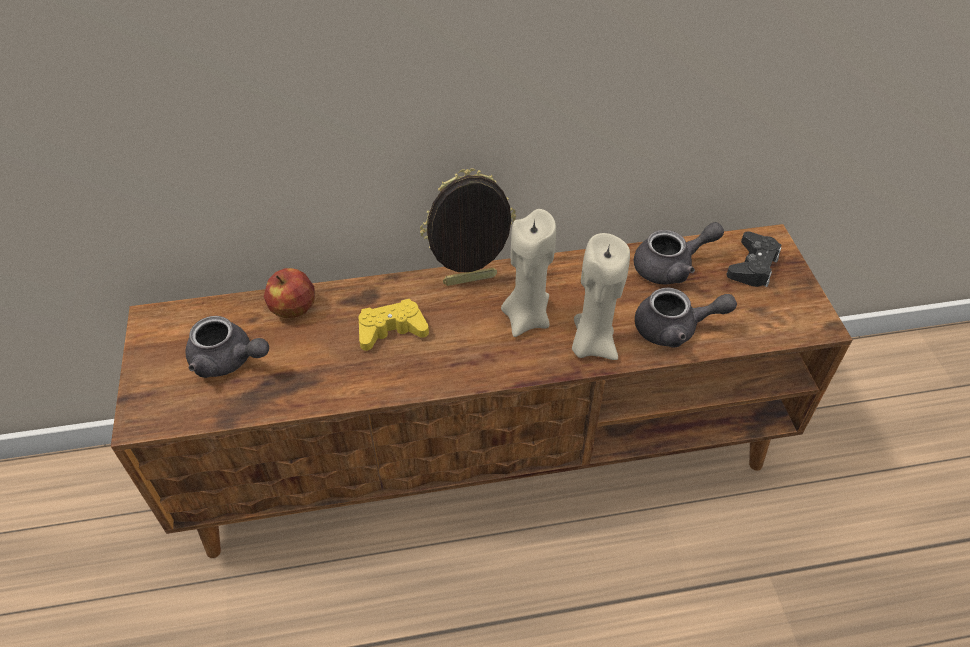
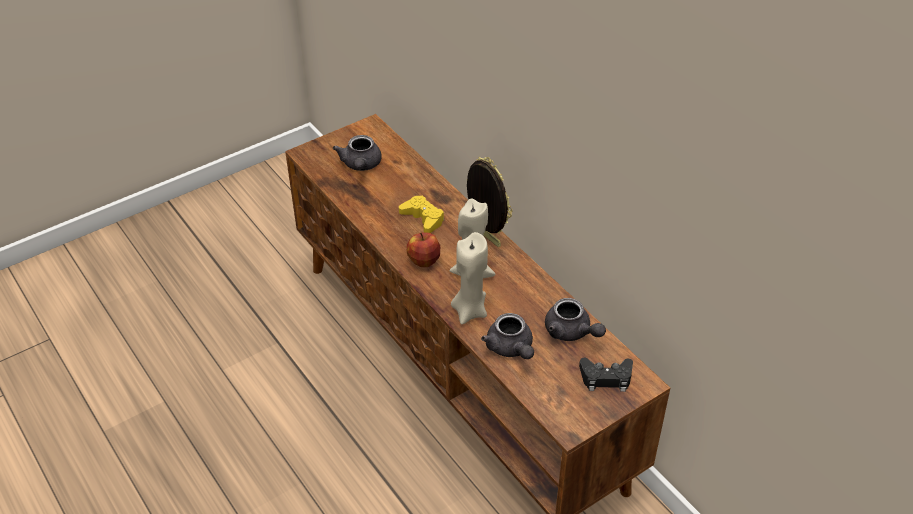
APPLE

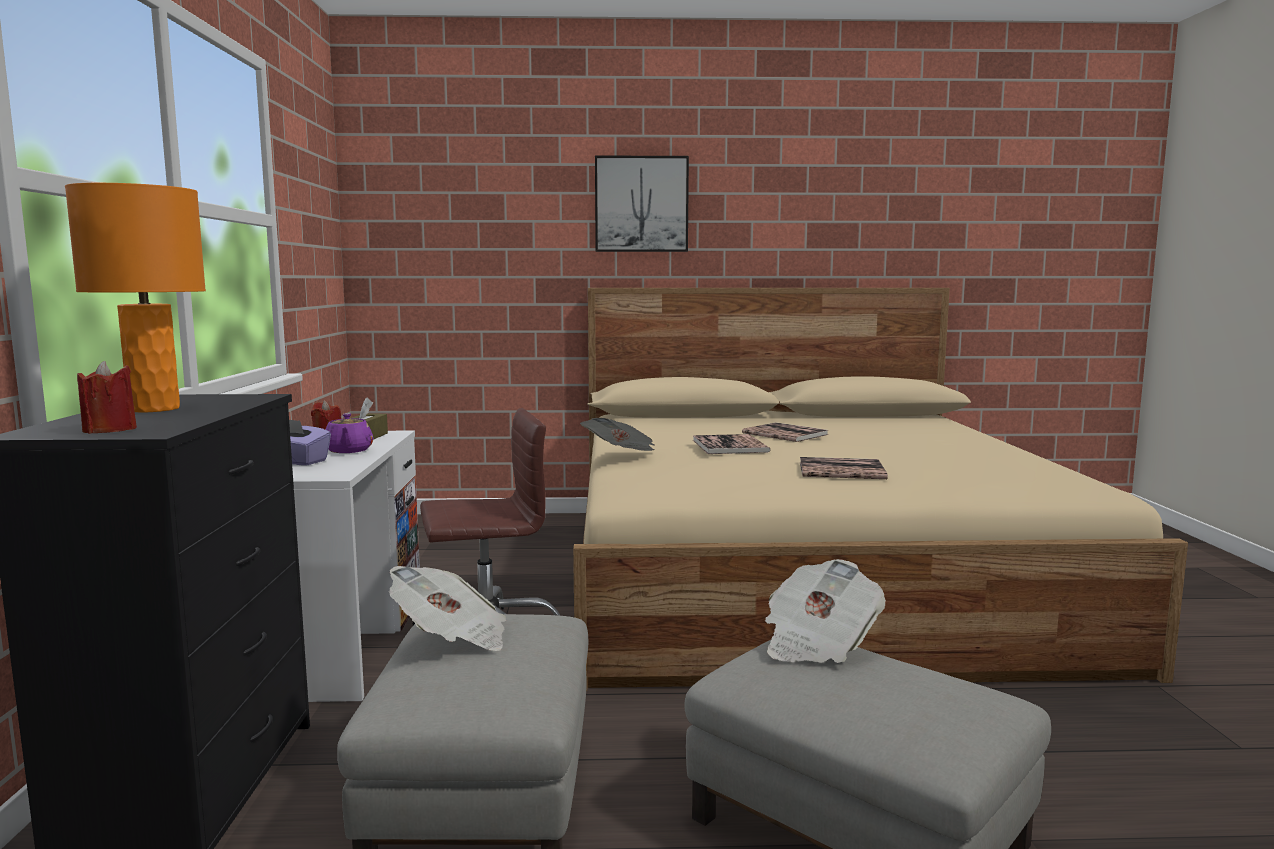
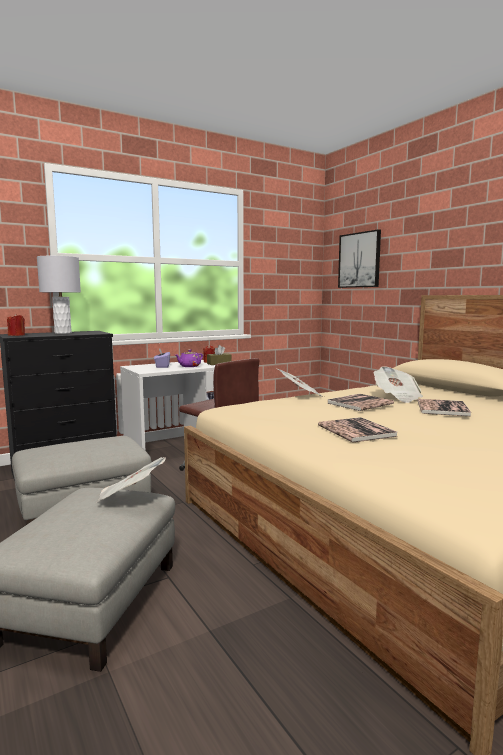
GREY TABLE LAMP
PICTURE
NEWSPAPER (no. 3 from left)

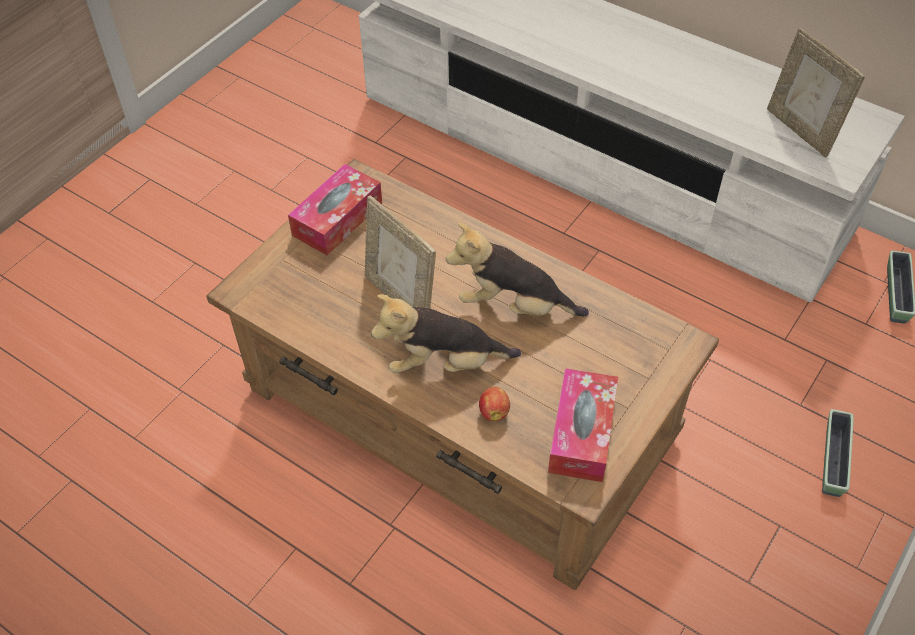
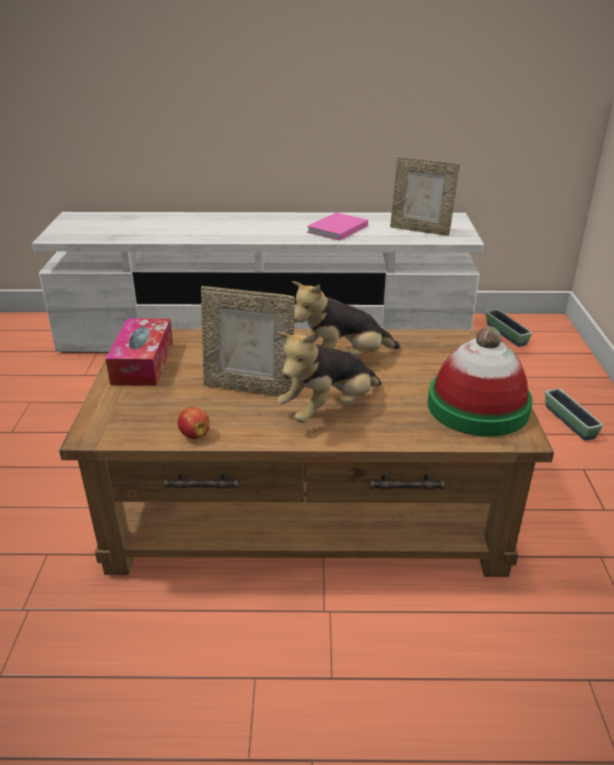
APPLE
PINK BOOK
HAT

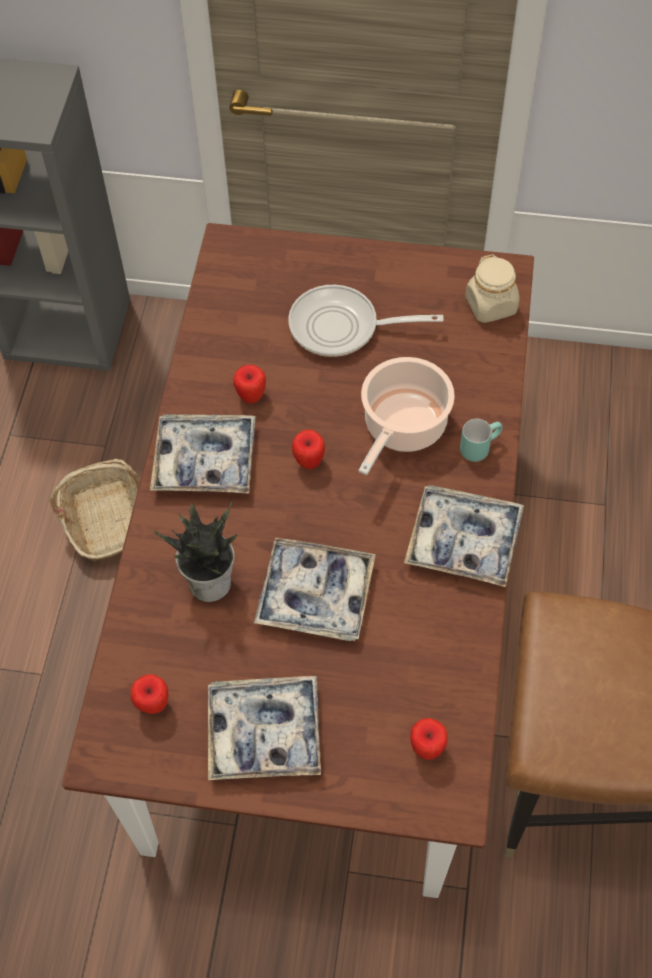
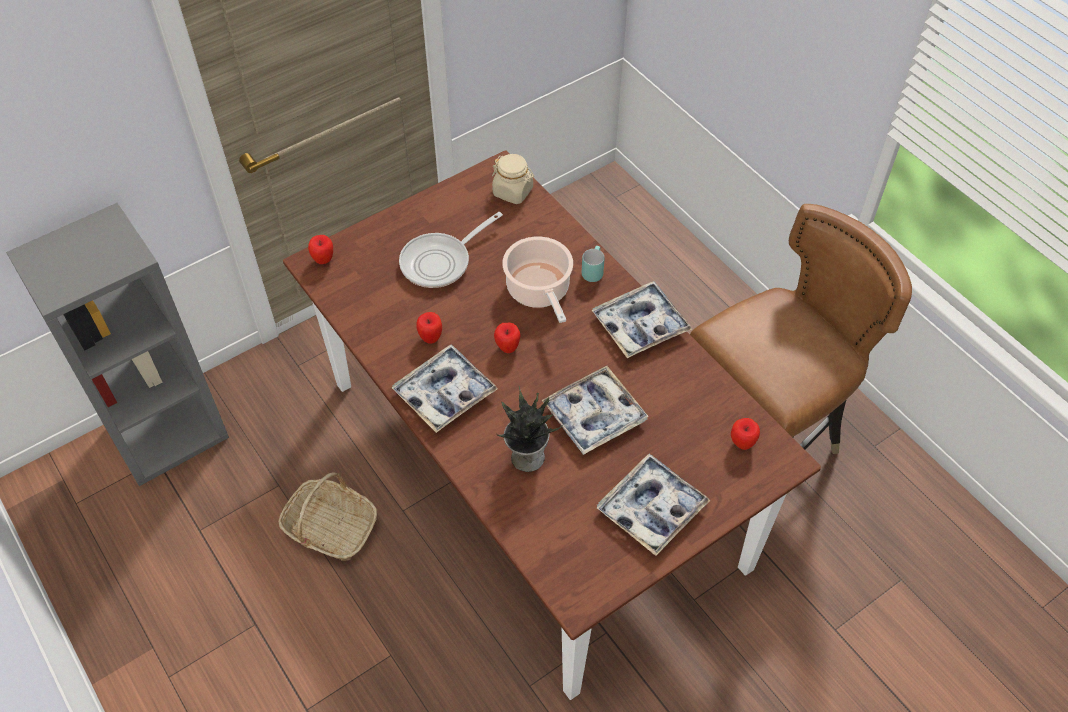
APPLE (no. 1 from left)

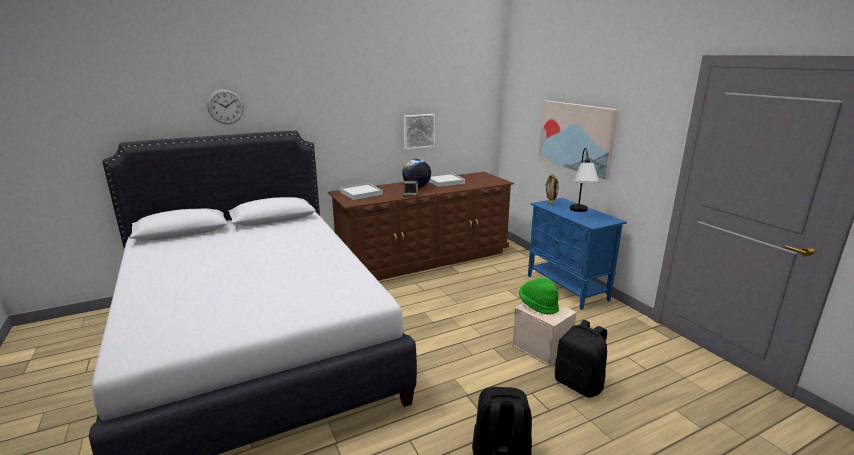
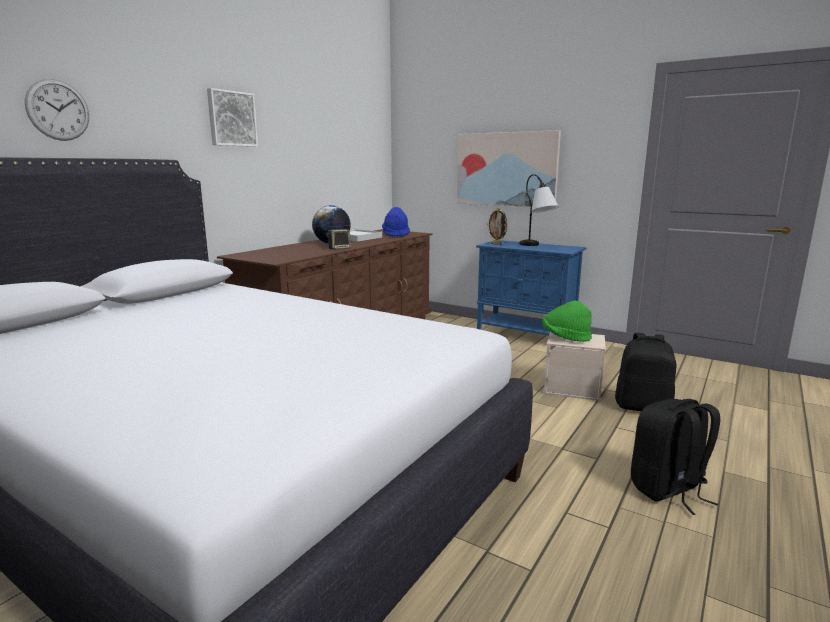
PICTURE (no. 1 from left)
BLUE HAT
WHITE TRAY (no. 1 from left in the first image)

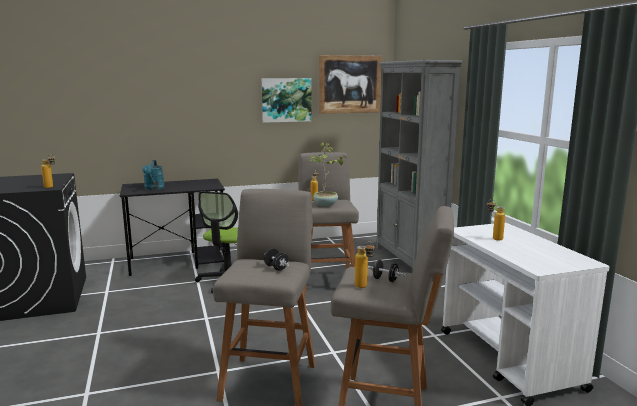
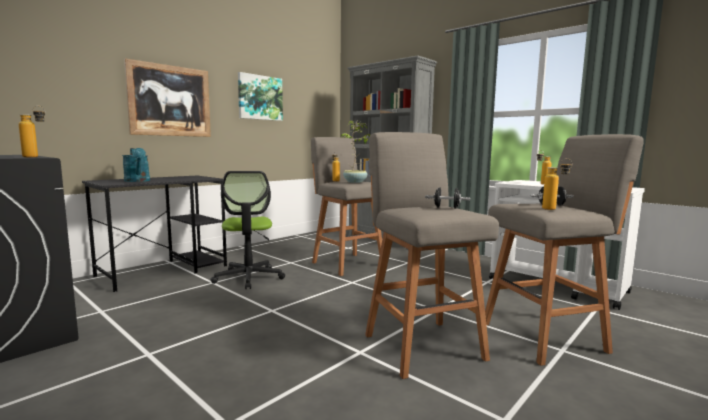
PICTURE (no. 1 from left)

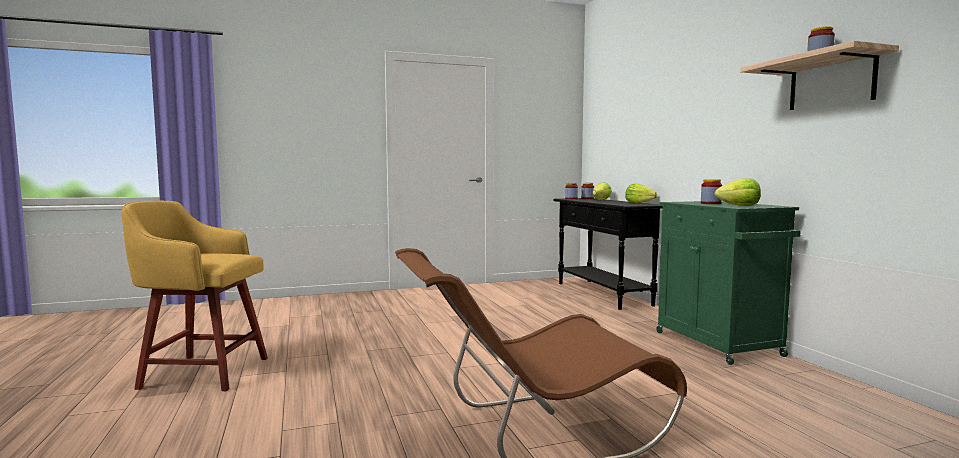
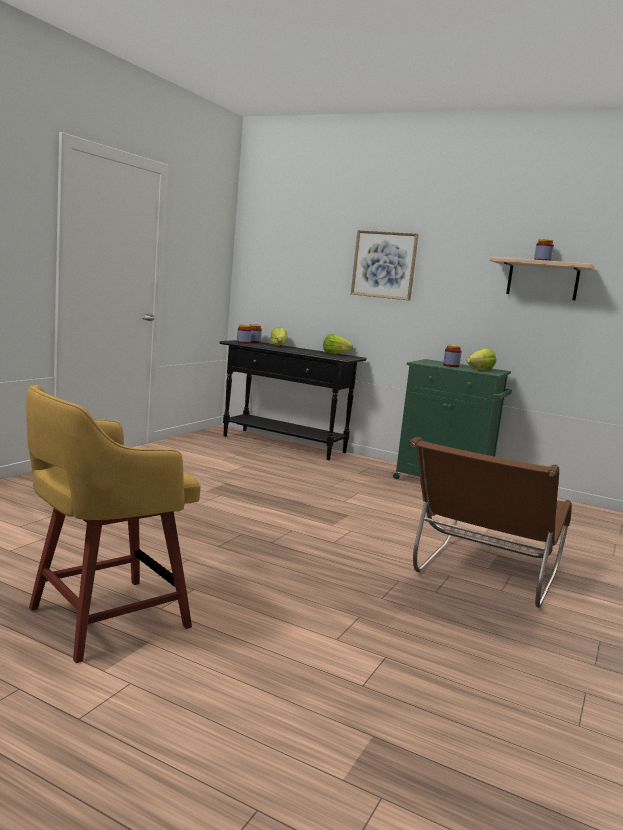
PICTURE

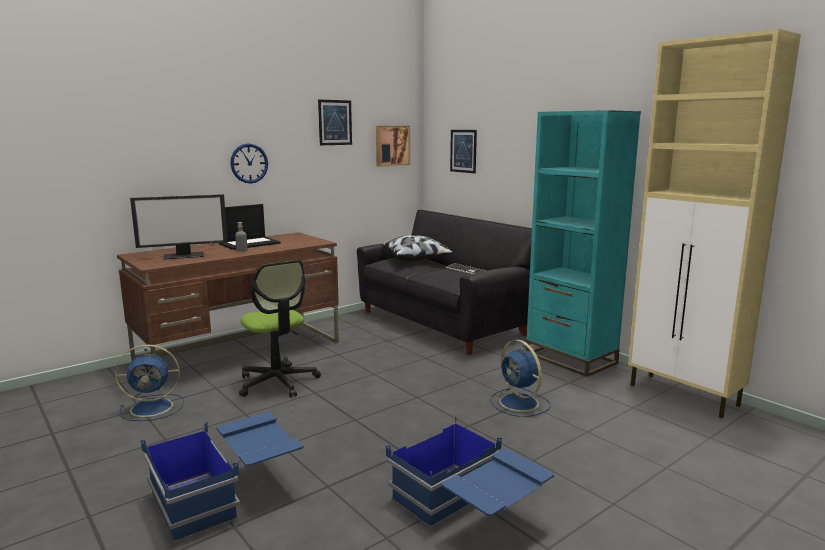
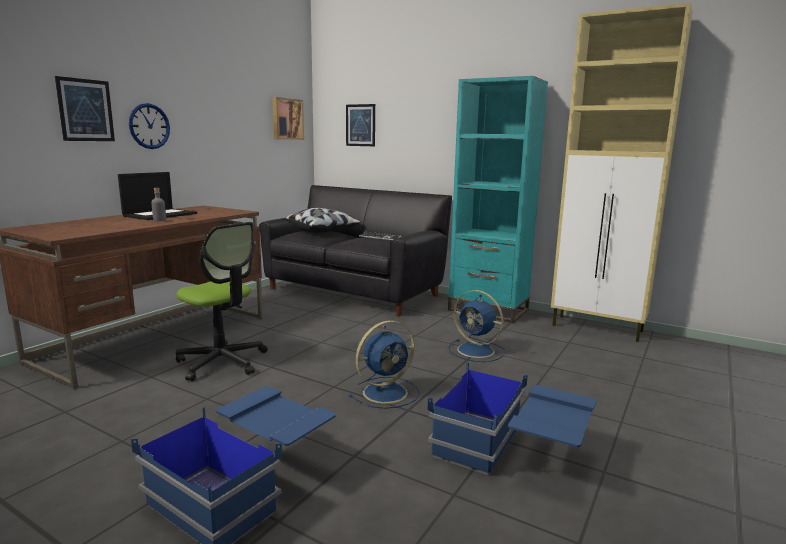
PICTURE (no. 1 from left)
BLUE FAN (no. 1 from left)
MONITOR

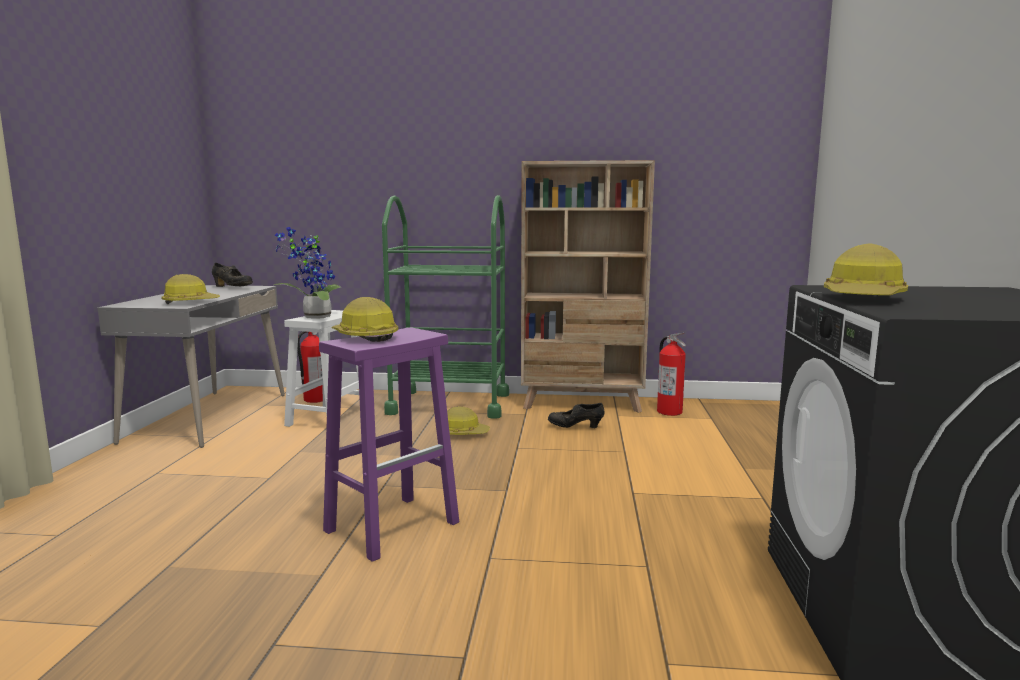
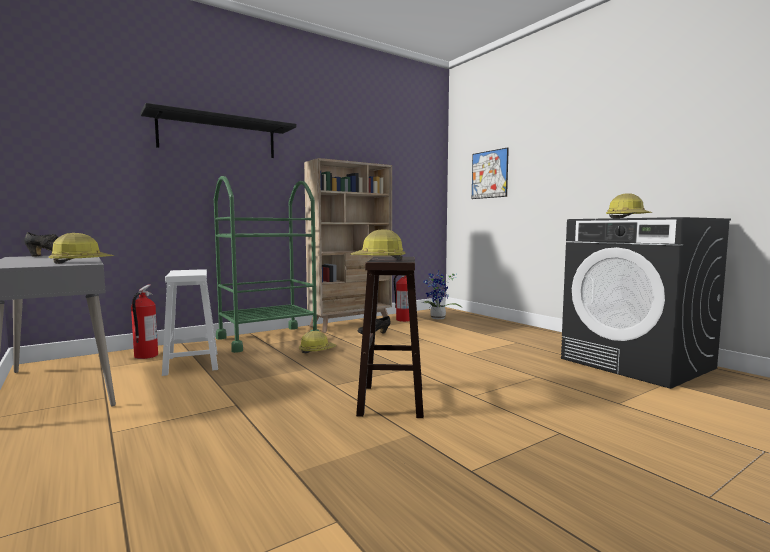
BLACK SHELF
BROWN STOOL
POTTED PLANT
PICTURE

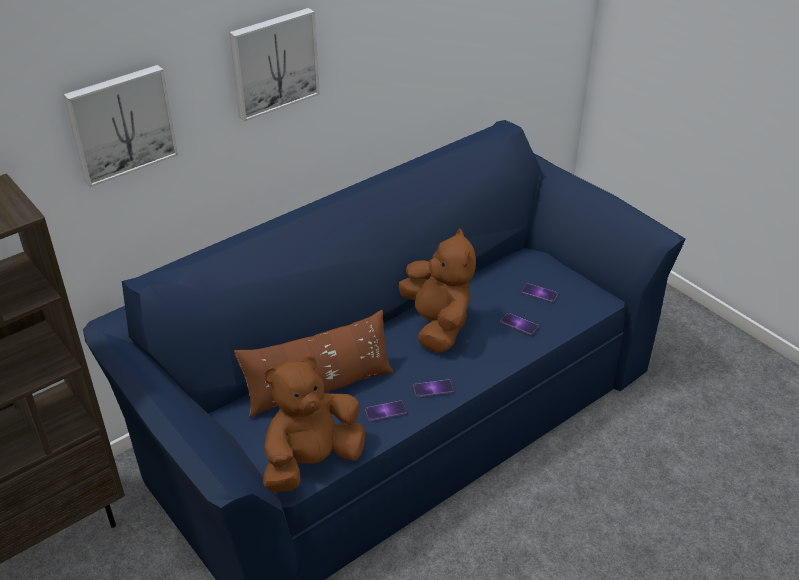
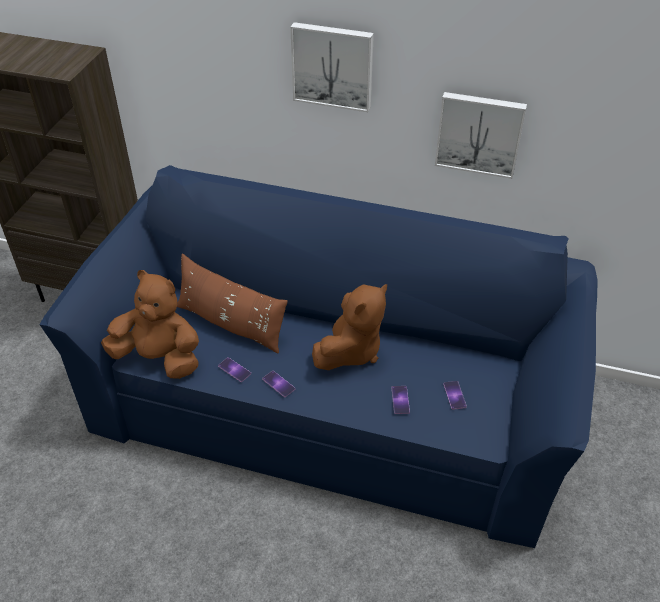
PICTURE (no. 2 from left)

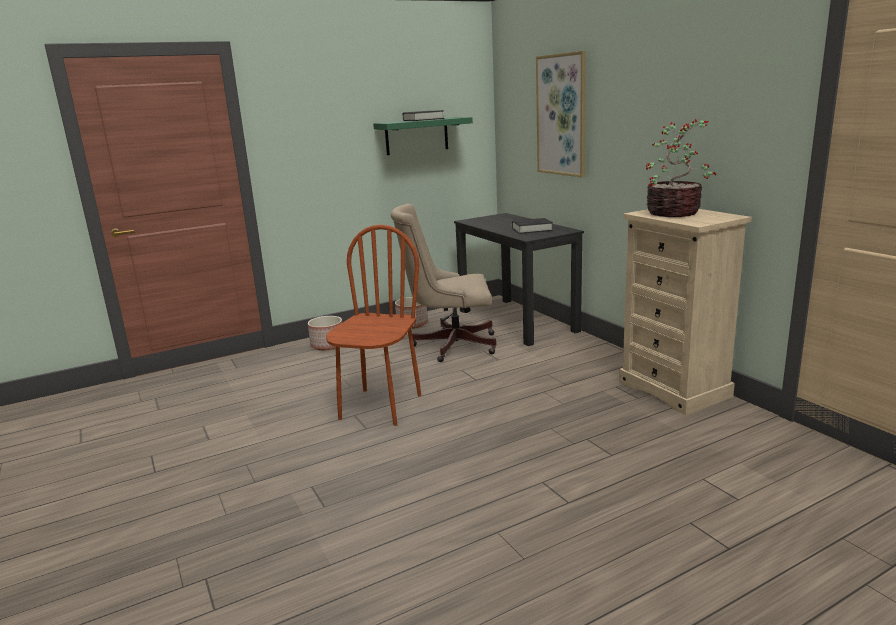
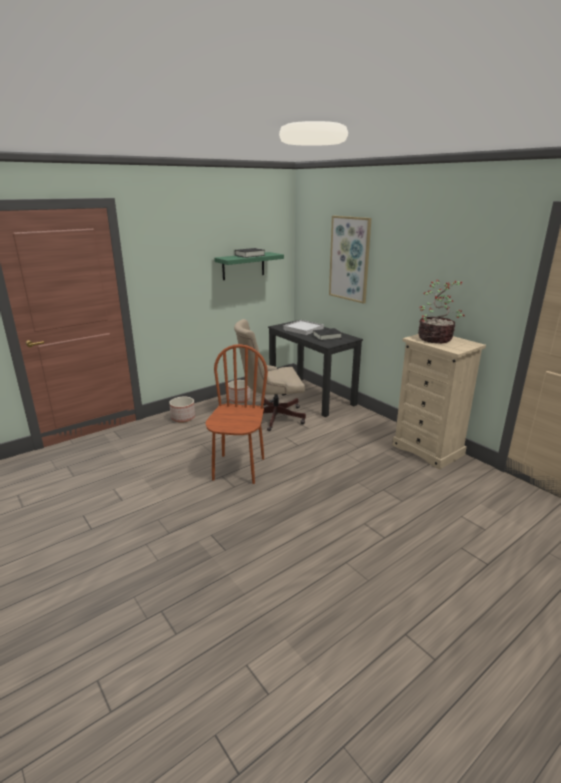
WHITE TRAY

